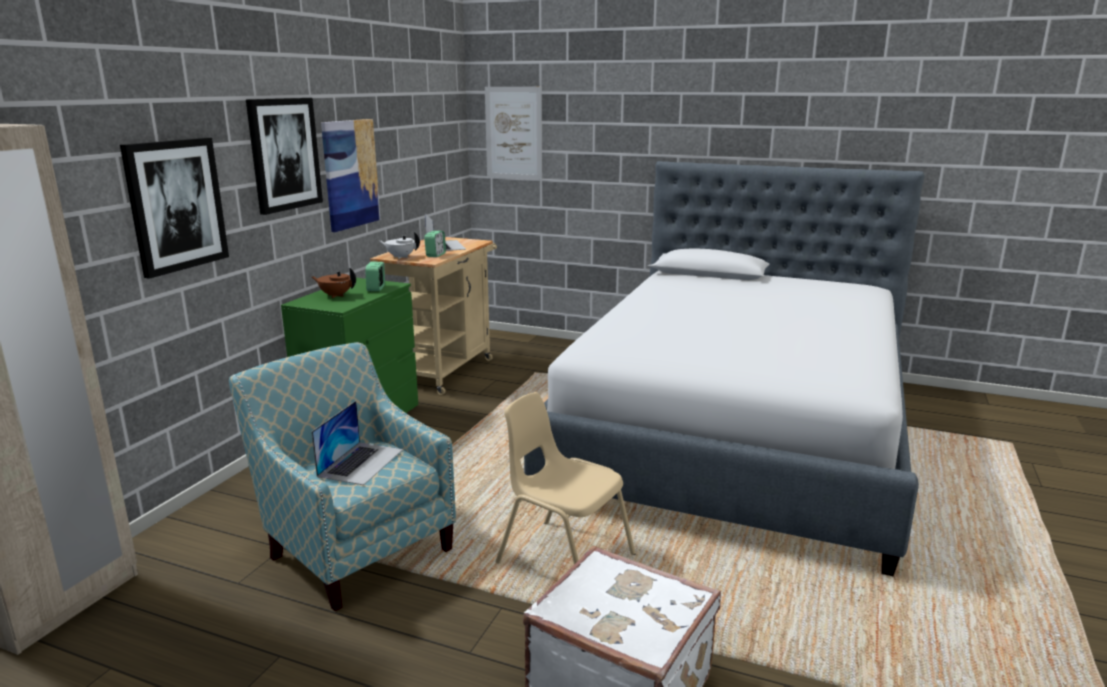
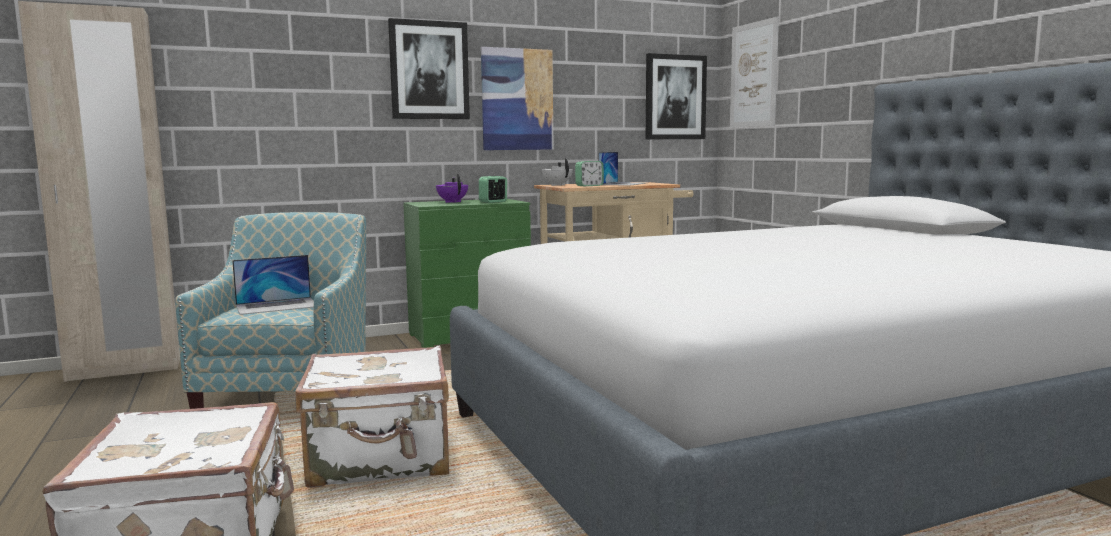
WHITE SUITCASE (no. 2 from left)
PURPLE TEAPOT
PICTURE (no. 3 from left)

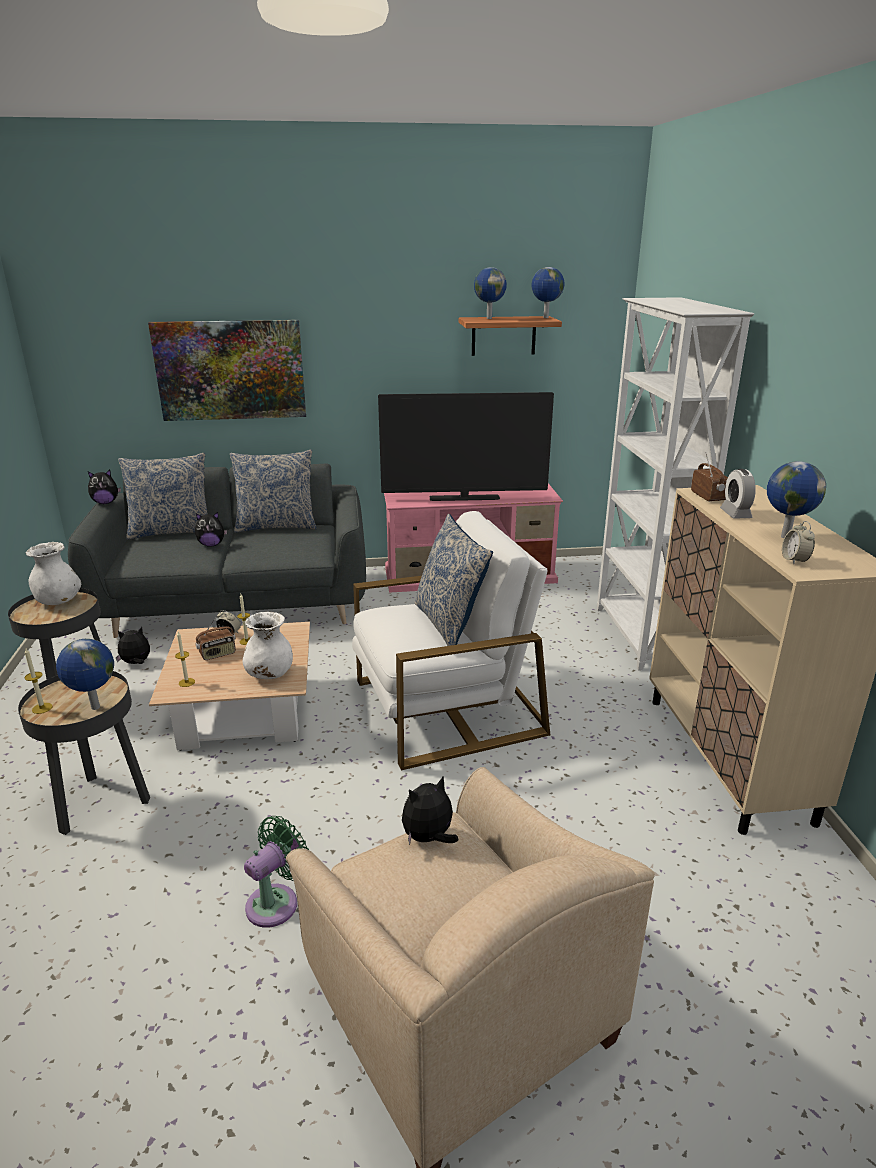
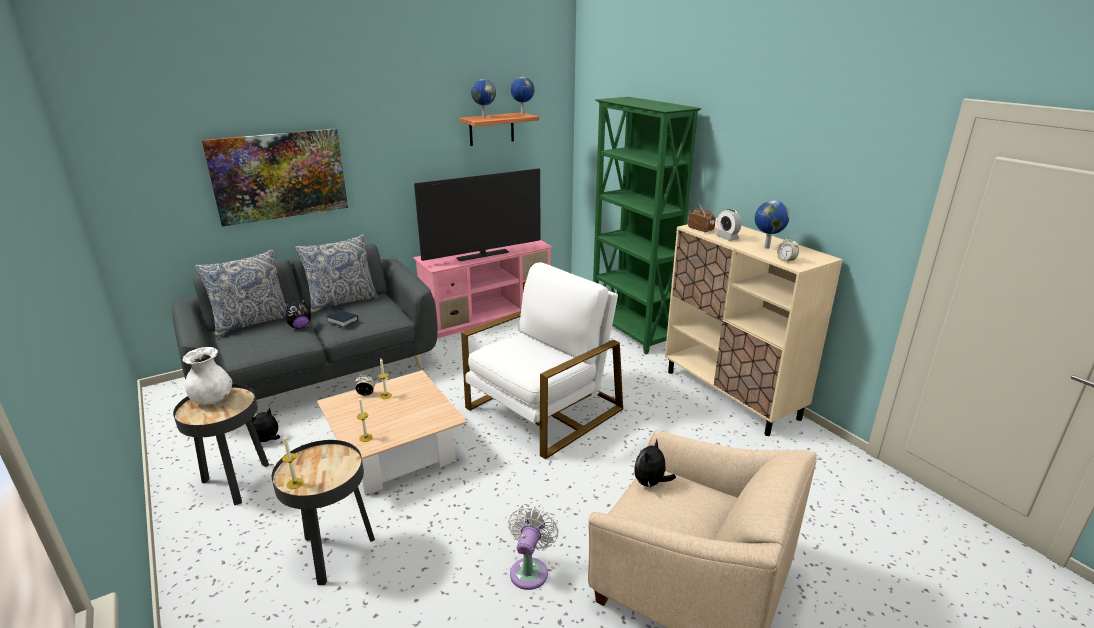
BOOK
WHITE FAN
GREEN BOOKCASE
GLOBE (no. 1 from left in the first image)
PLUSH TOY (no. 1 from left in the first image)
RADIO (no. 1 from left in the first image)
WHITE VASE (no. 2 from left in the first image)
PILLOW (no. 3 from left in the first image)

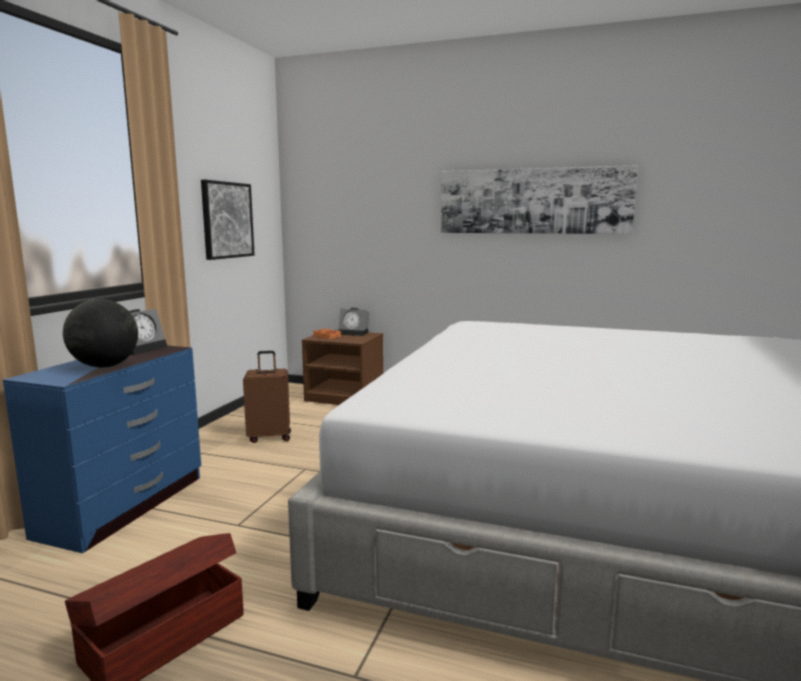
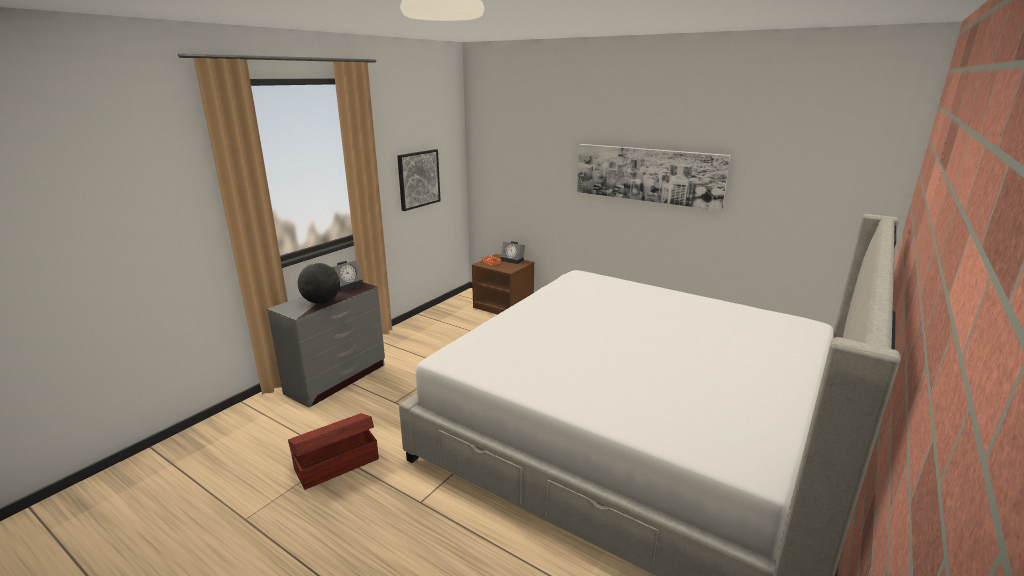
GREY DRESSER
BROWN SUITCASE

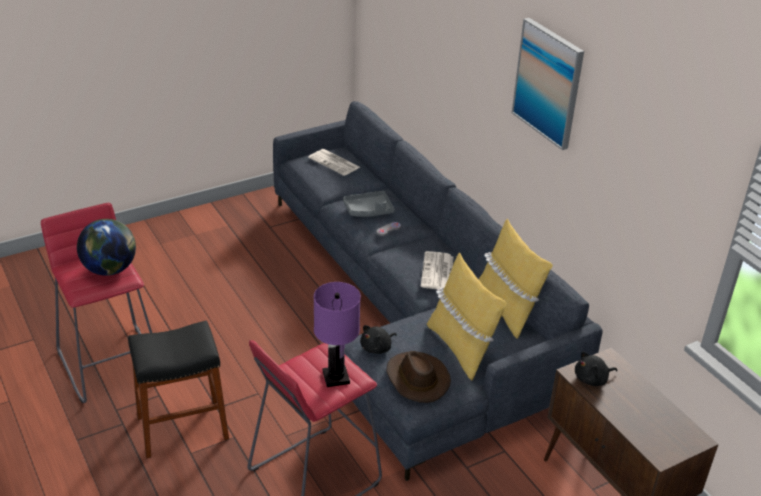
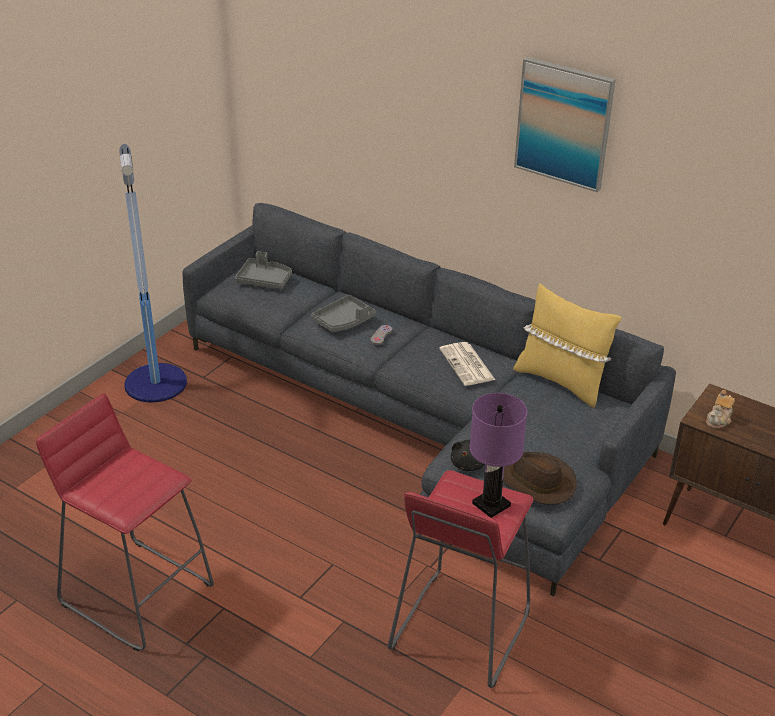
FLOOR LAMP
GREY TRAY (no. 1 from left)
TEAPOT
GLOBE
BLACK STOOL
YELLOW PILLOW (no. 1 from left in the first image)

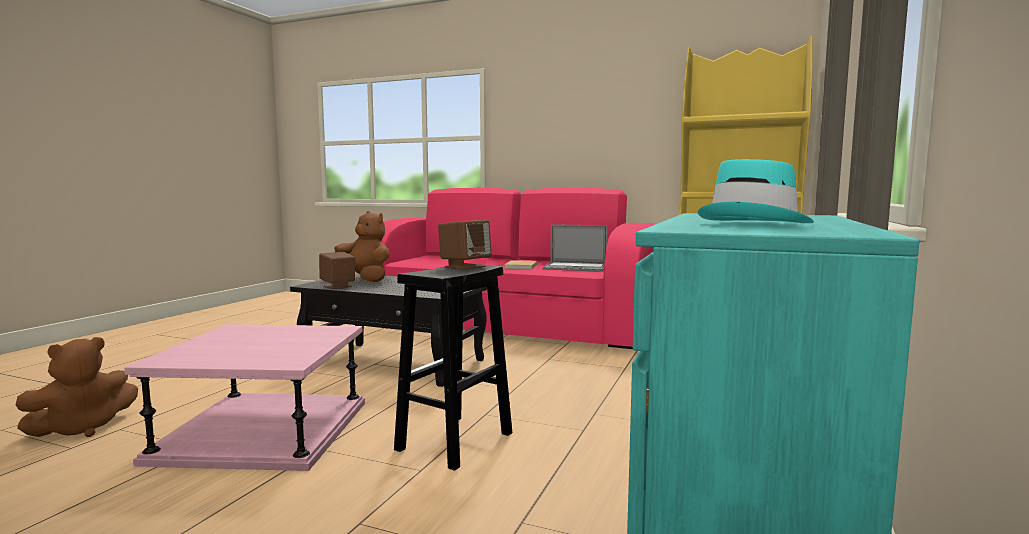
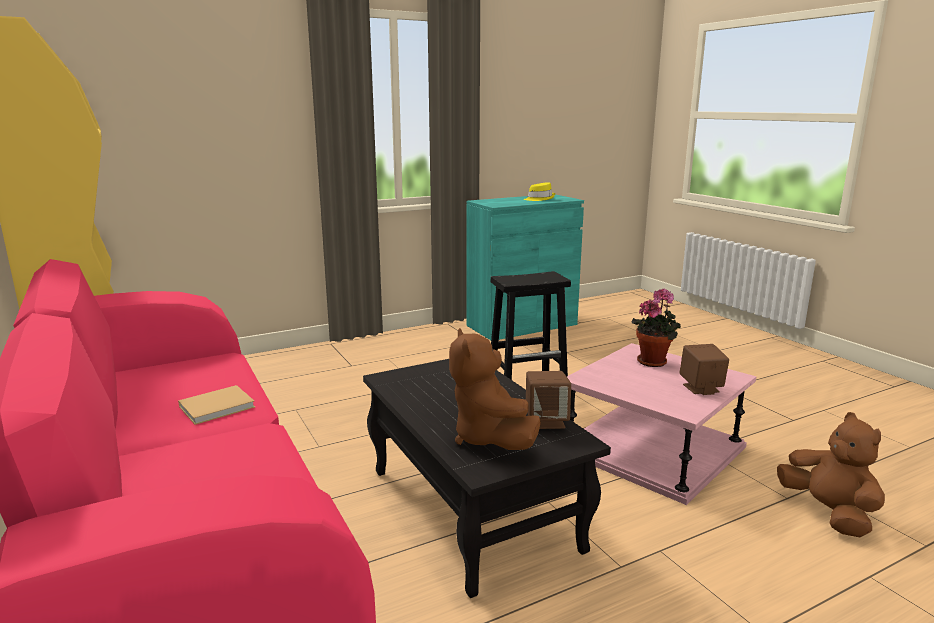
YELLOW HAT
POTTED PLANT
BROWN SPEAKER (no. 2 from left)
BROWN PLUSH TOY (no. 2 from left)
LAPTOP

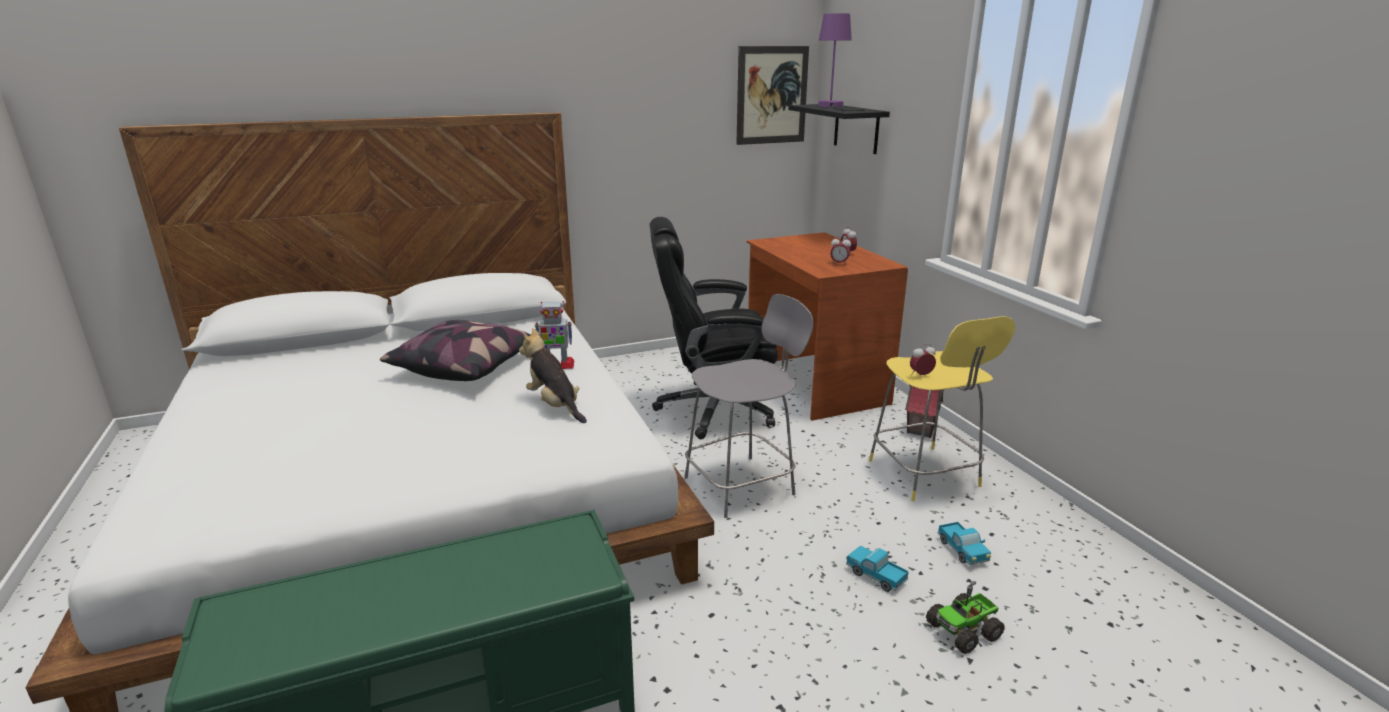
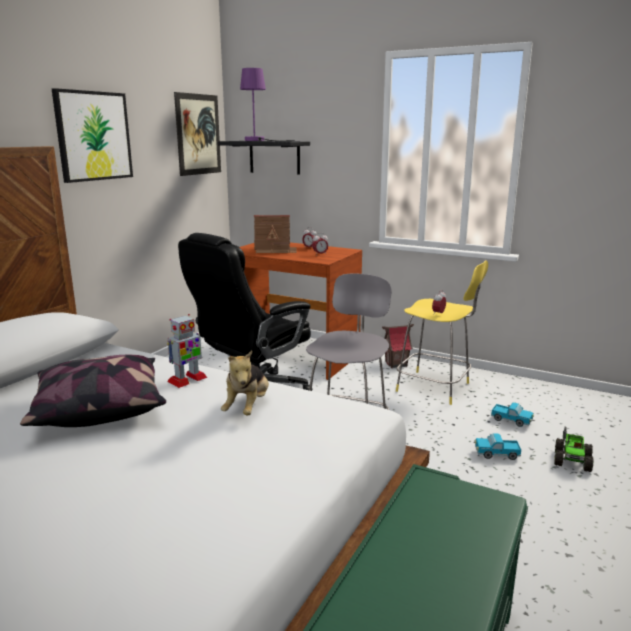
PICTURE (no. 1 from left)
PLUSH TOY
TOY HOUSE (no. 1 from left)

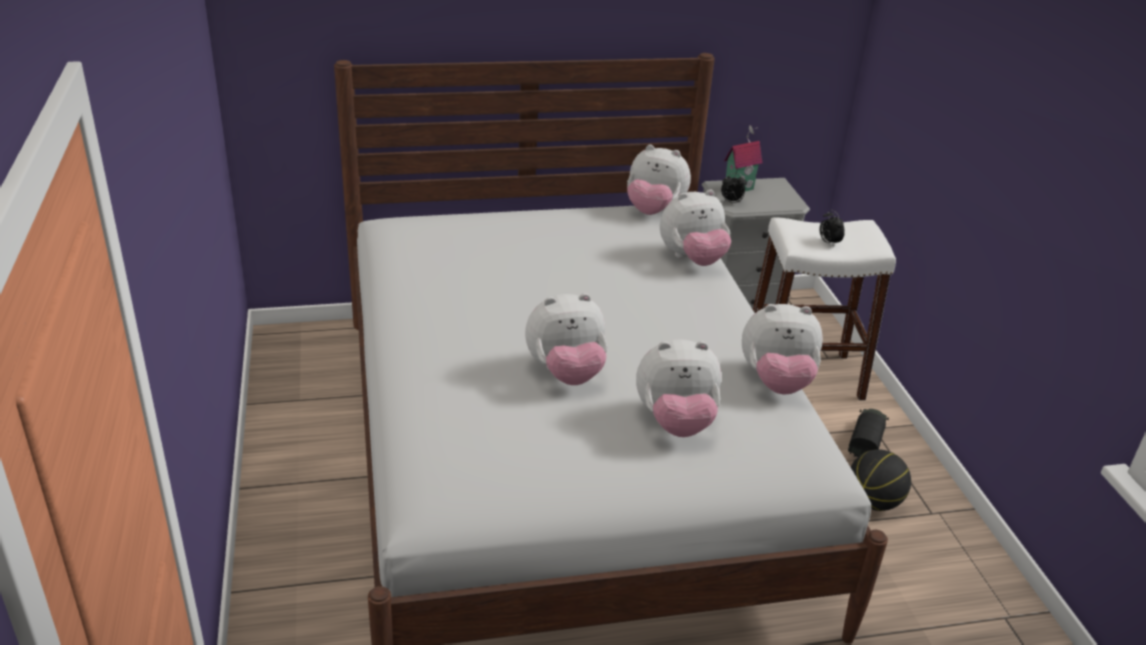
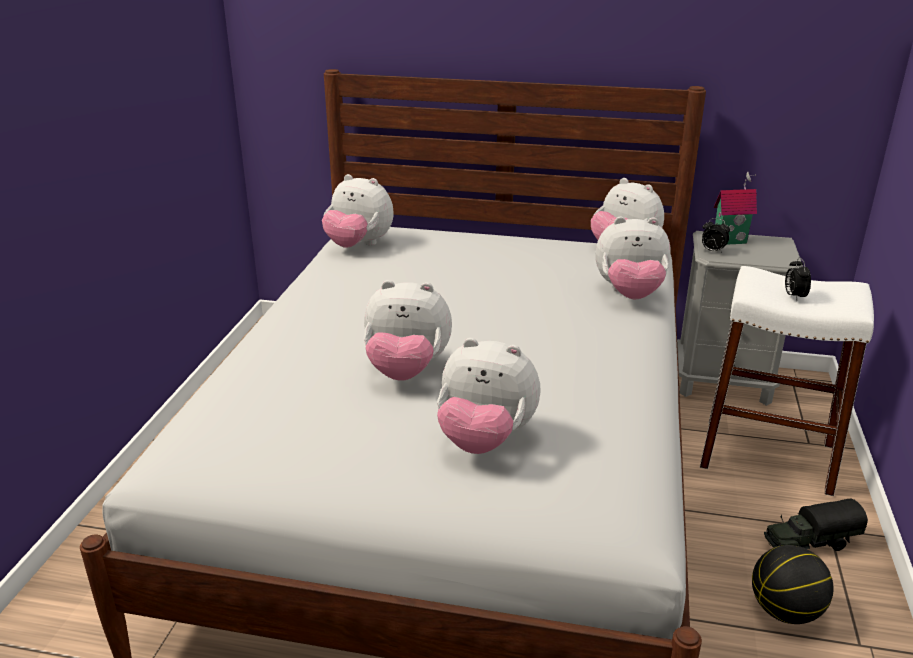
PLUSH TOY (no. 1 from left)
TOY TRUCK

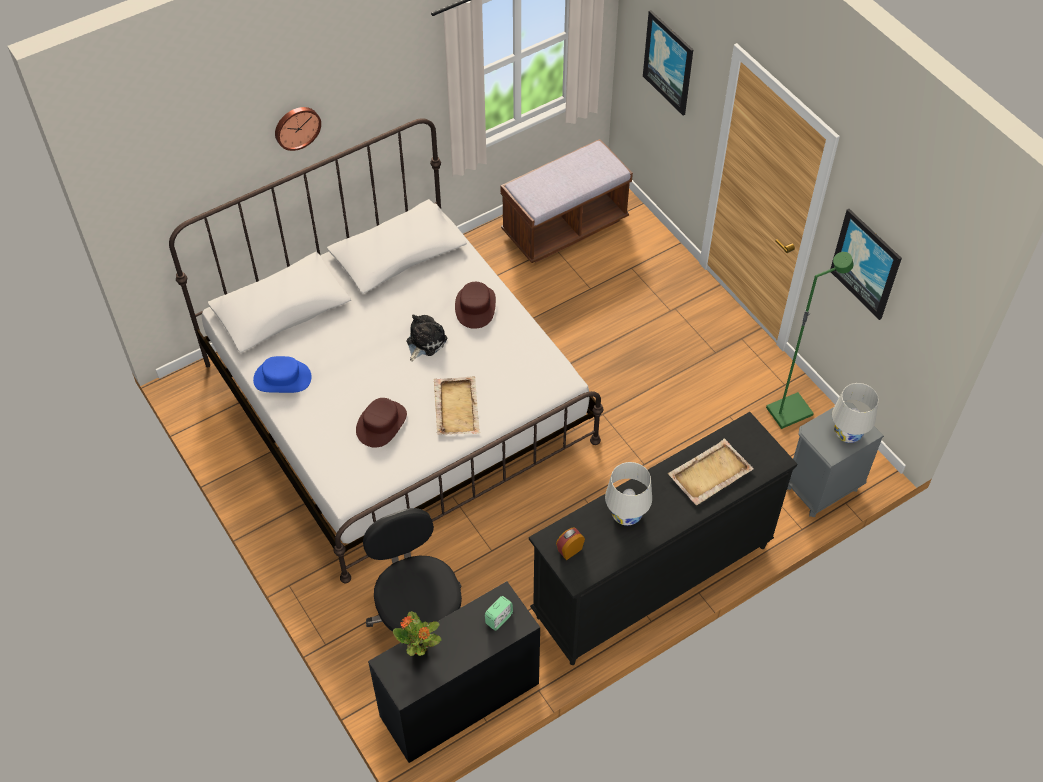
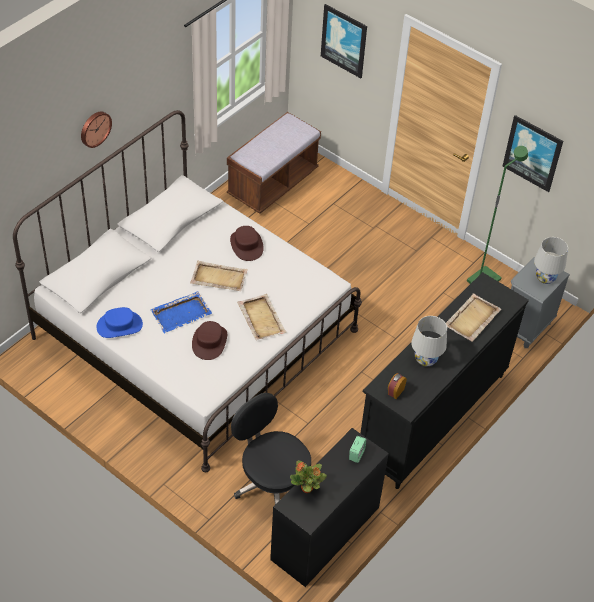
BLUE TRAY
BEIGE TRAY (no. 1 from left)

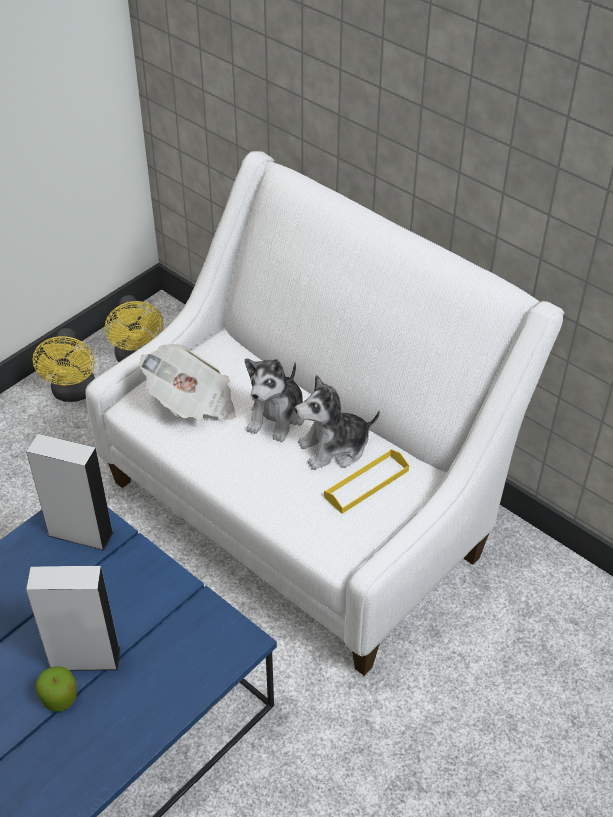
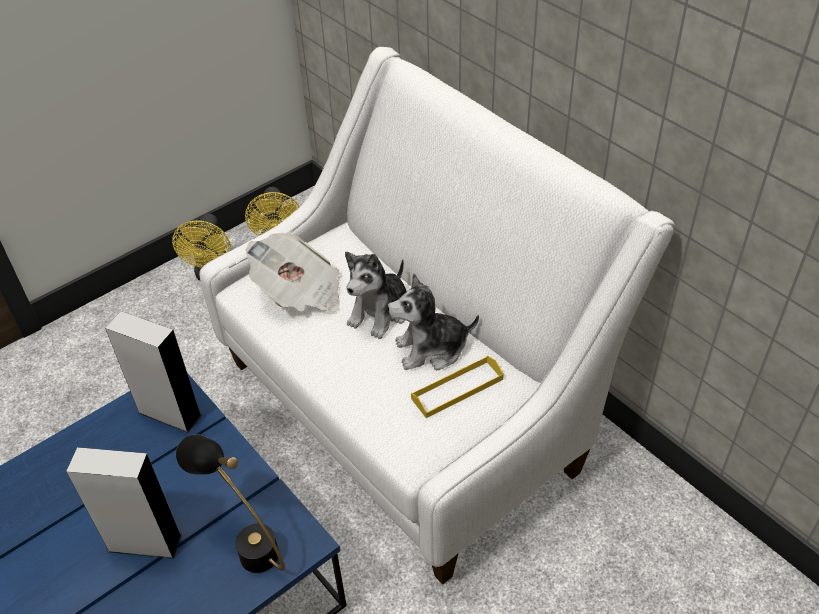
BLACK TABLE LAMP
APPLE

